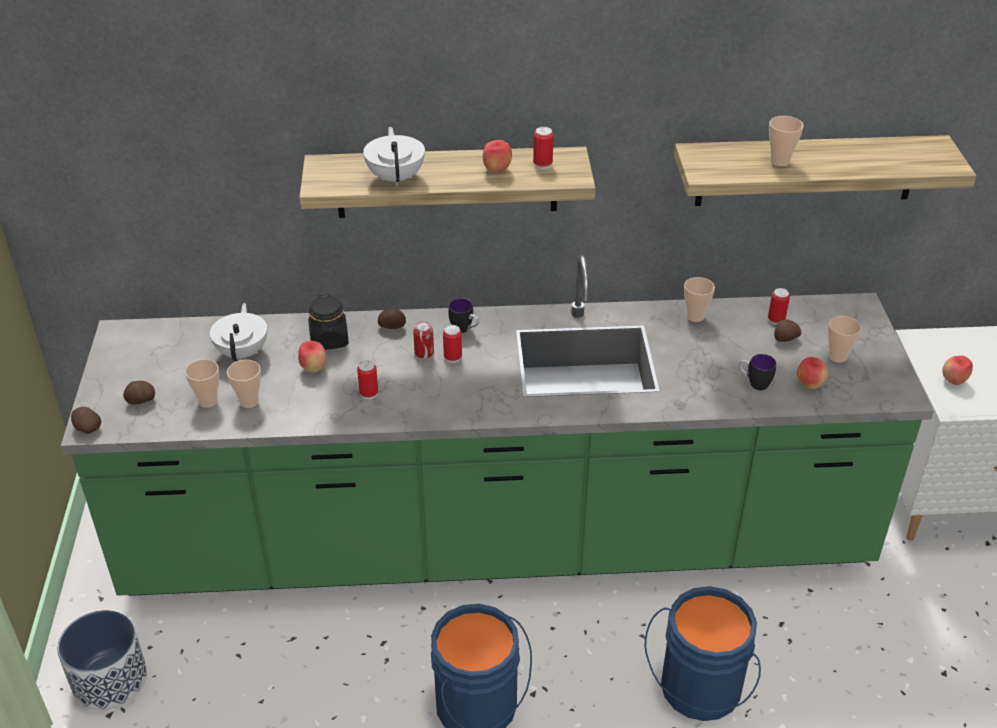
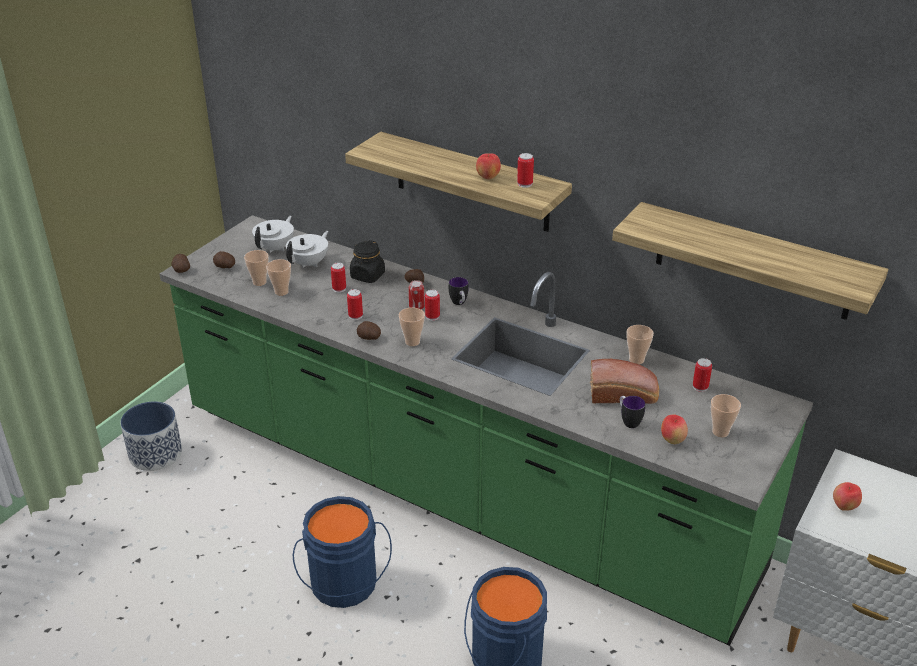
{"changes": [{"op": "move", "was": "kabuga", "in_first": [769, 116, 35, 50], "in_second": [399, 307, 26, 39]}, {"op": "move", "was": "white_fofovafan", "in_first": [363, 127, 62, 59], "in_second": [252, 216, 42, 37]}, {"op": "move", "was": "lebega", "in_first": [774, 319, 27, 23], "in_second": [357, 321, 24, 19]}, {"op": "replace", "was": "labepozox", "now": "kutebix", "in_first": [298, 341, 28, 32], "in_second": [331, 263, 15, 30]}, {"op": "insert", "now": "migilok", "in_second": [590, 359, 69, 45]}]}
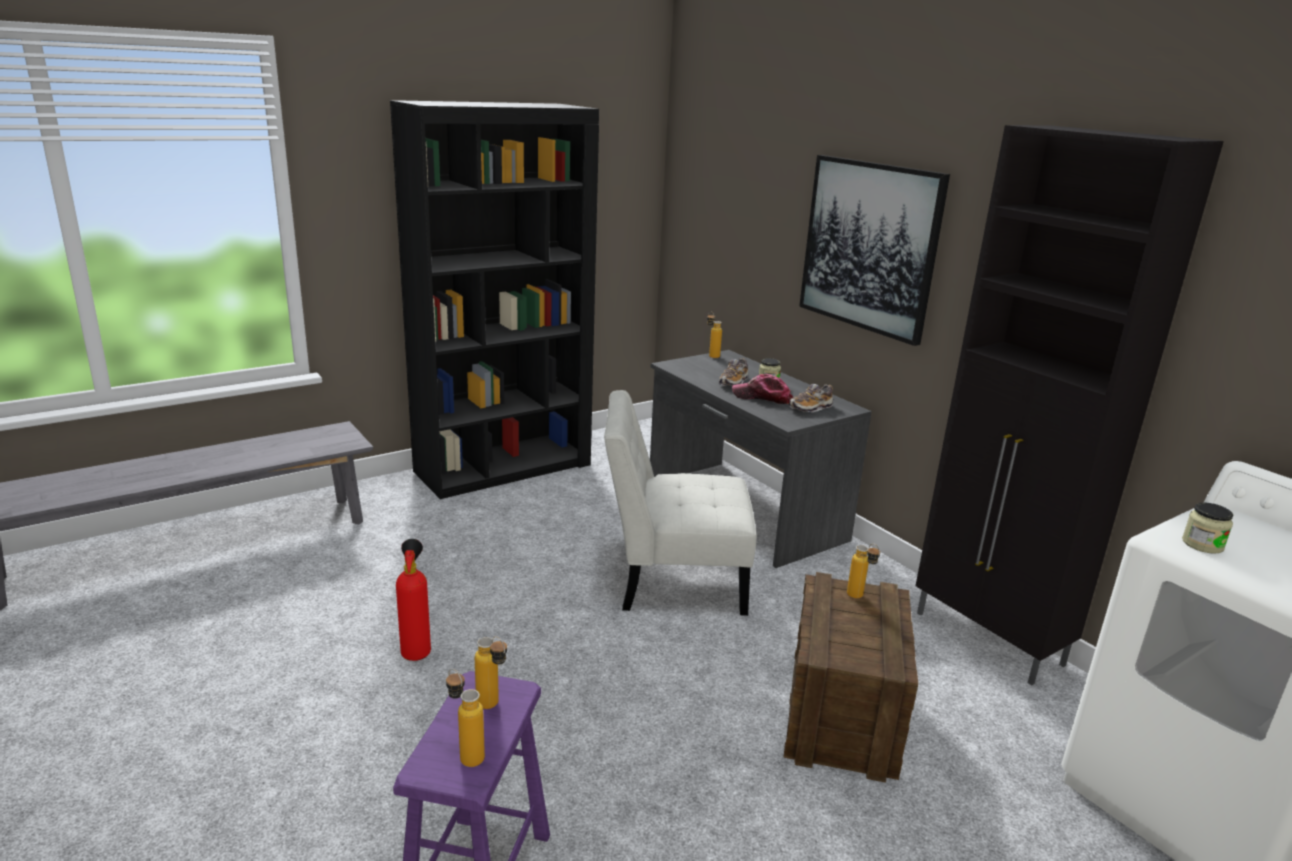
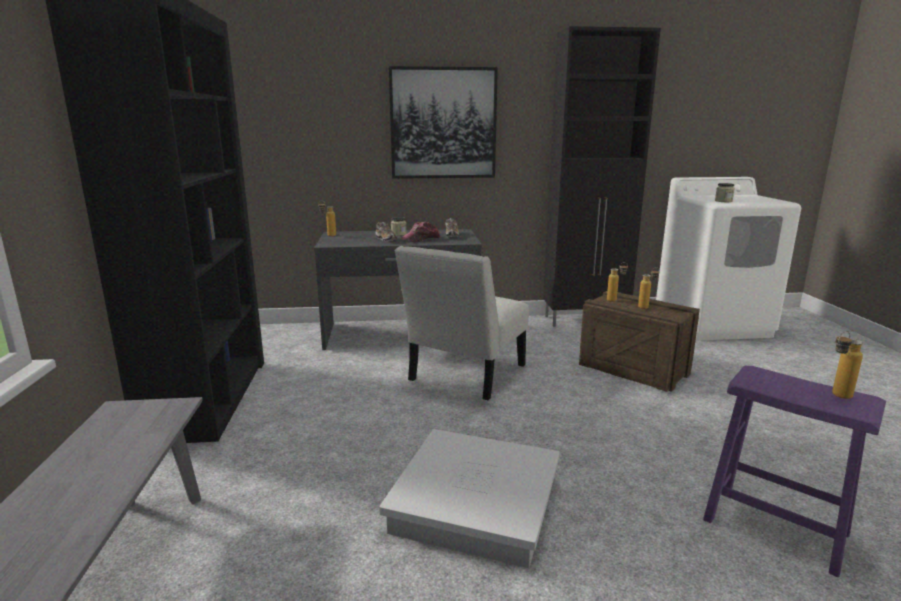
{"changes": [{"op": "replace", "was": "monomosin", "now": "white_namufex", "in_first": [396, 539, 35, 122], "in_second": [379, 429, 180, 139]}, {"op": "move", "was": "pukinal", "in_first": [475, 636, 32, 73], "in_second": [638, 267, 21, 42]}]}
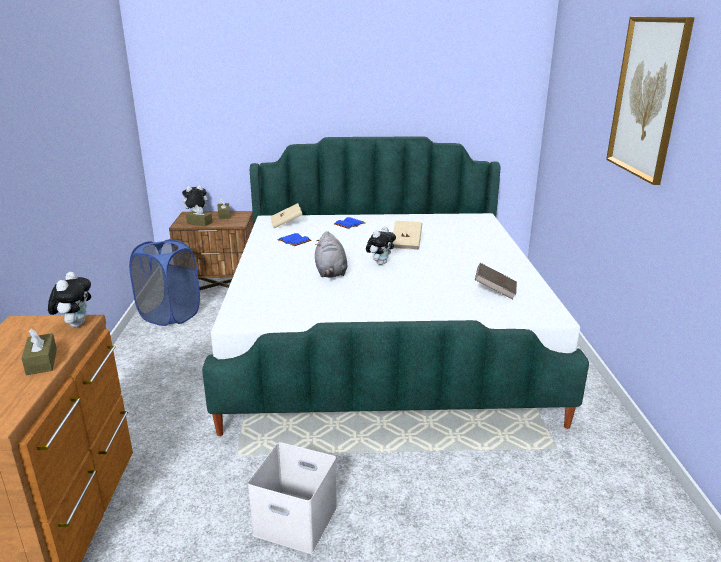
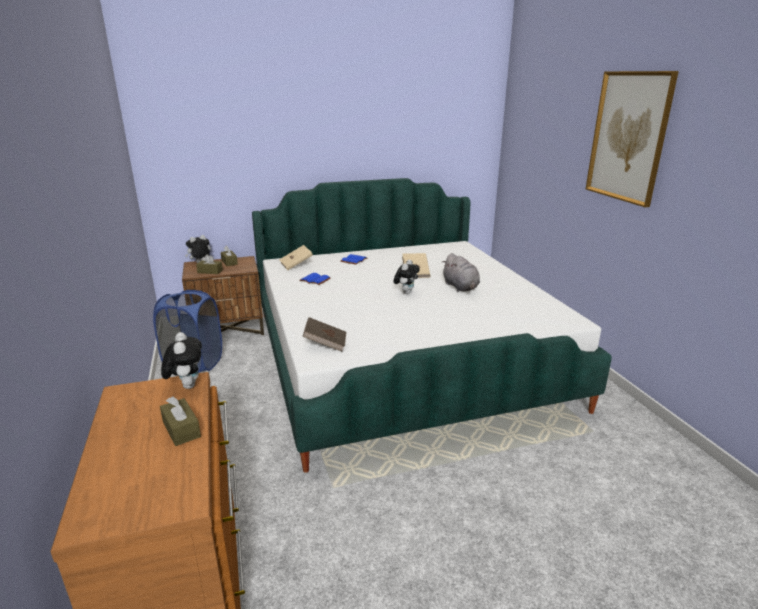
{"changes": [{"op": "move", "was": "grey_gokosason", "in_first": [315, 231, 33, 46], "in_second": [442, 253, 38, 39]}, {"op": "move", "was": "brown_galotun", "in_first": [475, 263, 42, 37], "in_second": [303, 317, 43, 35]}, {"op": "delete", "was": "white_namufex", "in_first": [248, 442, 89, 112]}]}
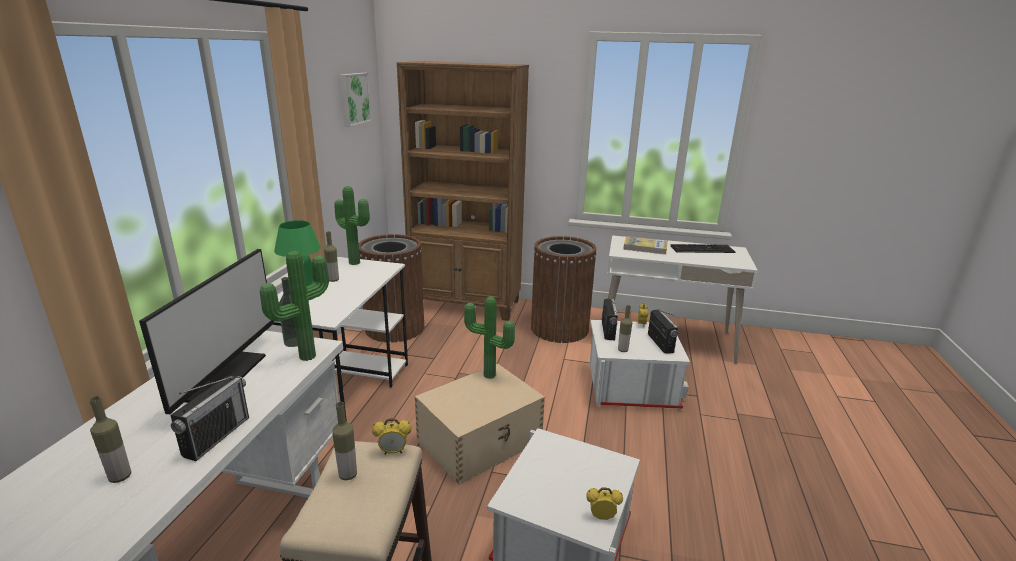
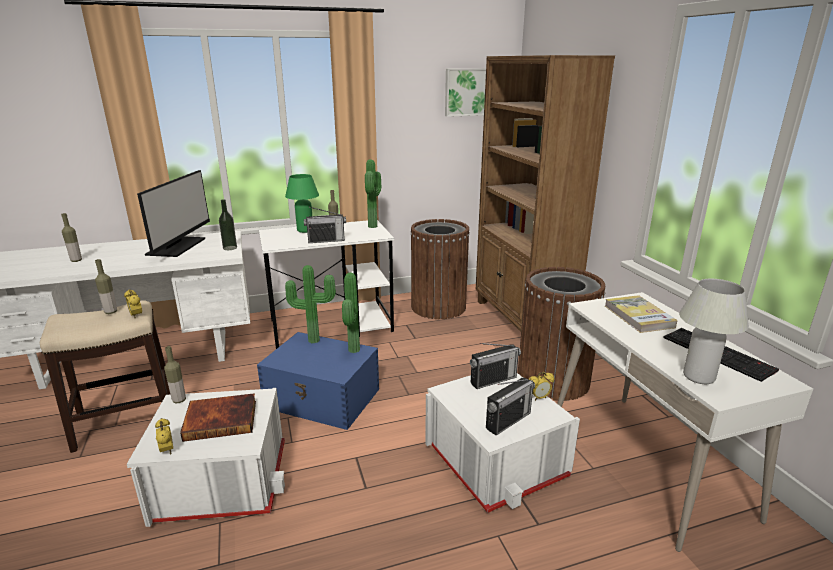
{"changes": [{"op": "rotate", "was": "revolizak", "in_first": [139, 249, 135, 165], "in_second": [137, 170, 73, 87], "clockwise": -60}, {"op": "move", "was": "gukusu", "in_first": [260, 251, 69, 110], "in_second": [285, 265, 51, 78]}, {"op": "move", "was": "pukinal", "in_first": [618, 305, 14, 47], "in_second": [164, 346, 22, 57]}, {"op": "recolor", "was": "beige_namufex", "now": "blue_namufex", "in_first": [415, 363, 130, 122], "in_second": [257, 332, 122, 98]}, {"op": "move", "was": "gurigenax", "in_first": [170, 375, 79, 86], "in_second": [304, 207, 42, 36]}, {"op": "insert", "now": "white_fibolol", "in_second": [679, 279, 70, 105]}, {"op": "insert", "now": "galotun", "in_second": [180, 393, 76, 49]}]}
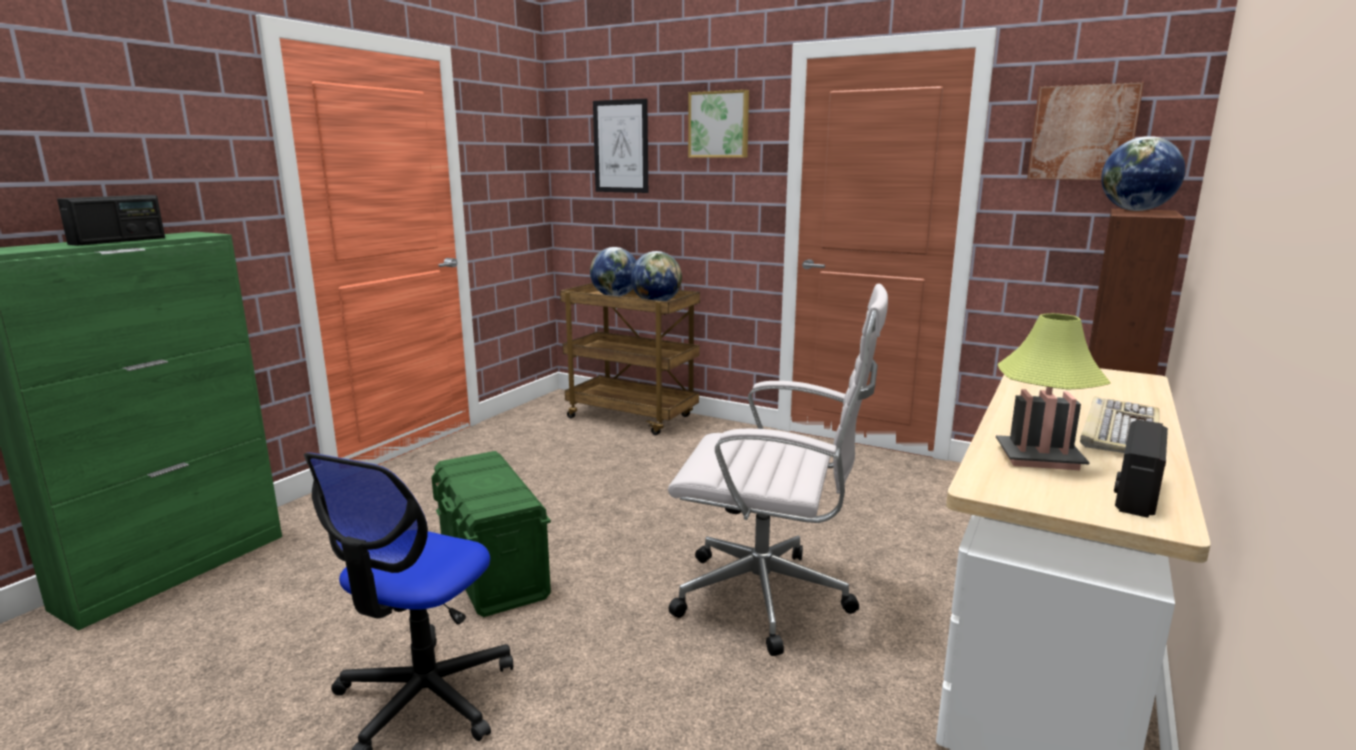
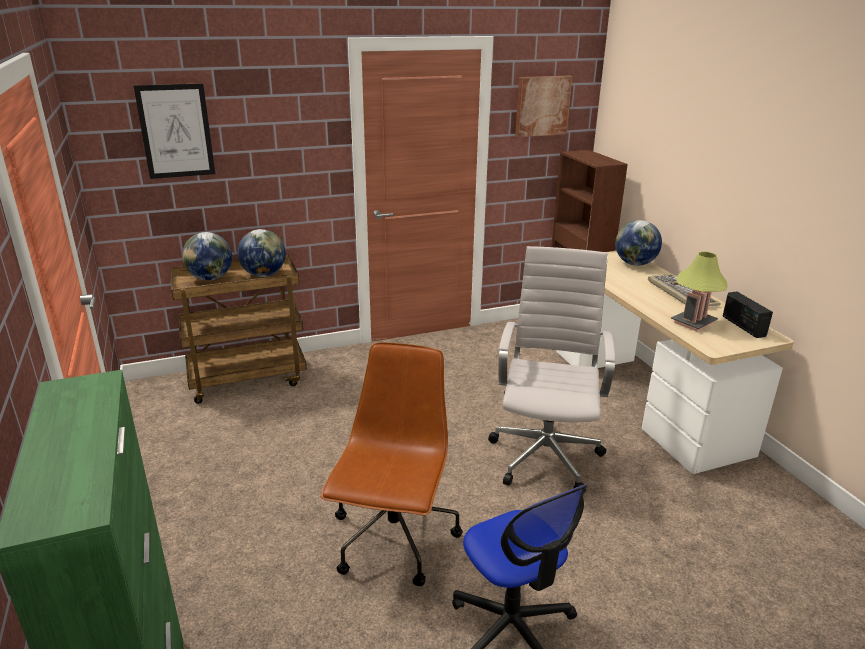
{"changes": [{"op": "delete", "was": "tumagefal", "in_first": [688, 90, 61, 68]}, {"op": "move", "was": "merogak", "in_first": [1101, 136, 84, 75], "in_second": [615, 220, 47, 46]}, {"op": "delete", "was": "gurigenax", "in_first": [57, 195, 108, 51]}, {"op": "rotate", "was": "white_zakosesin", "in_first": [668, 284, 220, 372], "in_second": [488, 246, 127, 247], "clockwise": -45}, {"op": "replace", "was": "green_namufex", "now": "brown_zakosesin", "in_first": [431, 451, 120, 166], "in_second": [320, 342, 143, 244]}]}
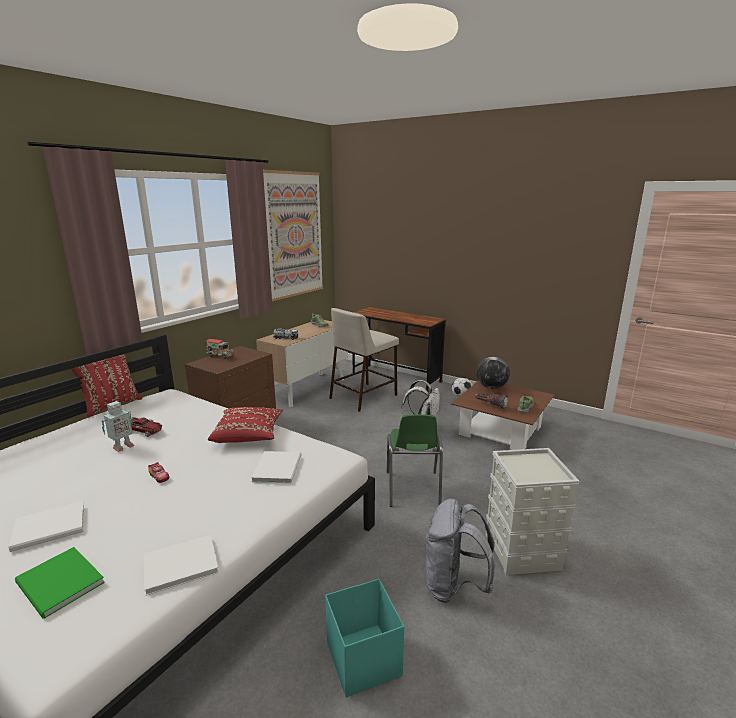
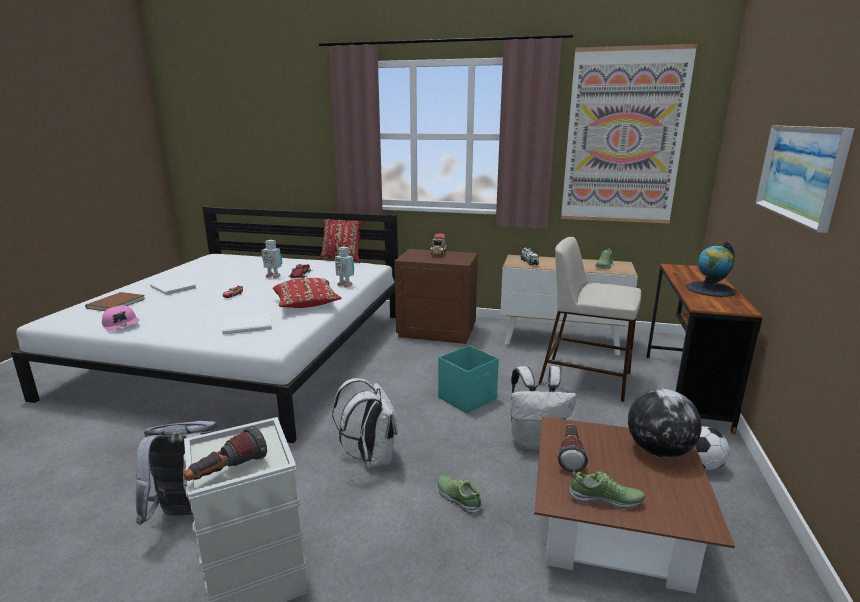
{"changes": [{"op": "replace", "was": "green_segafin", "now": "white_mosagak", "in_first": [387, 414, 56, 93], "in_second": [332, 378, 66, 90]}, {"op": "replace", "was": "white_galotun", "now": "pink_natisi", "in_first": [144, 535, 75, 61], "in_second": [102, 305, 37, 26]}, {"op": "recolor", "was": "green_galotun", "now": "brown_galotun", "in_first": [15, 547, 90, 72], "in_second": [85, 292, 60, 19]}, {"op": "move", "was": "turquoise_namufex", "in_first": [325, 579, 79, 118], "in_second": [438, 345, 61, 69]}, {"op": "insert", "now": "tumagefal", "in_second": [755, 126, 99, 107]}, {"op": "insert", "now": "merogak", "in_second": [686, 241, 50, 56]}, {"op": "insert", "now": "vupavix", "in_second": [335, 247, 19, 41]}, {"op": "insert", "now": "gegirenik", "in_second": [183, 426, 84, 55]}, {"op": "insert", "now": "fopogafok", "in_second": [437, 475, 46, 39]}]}
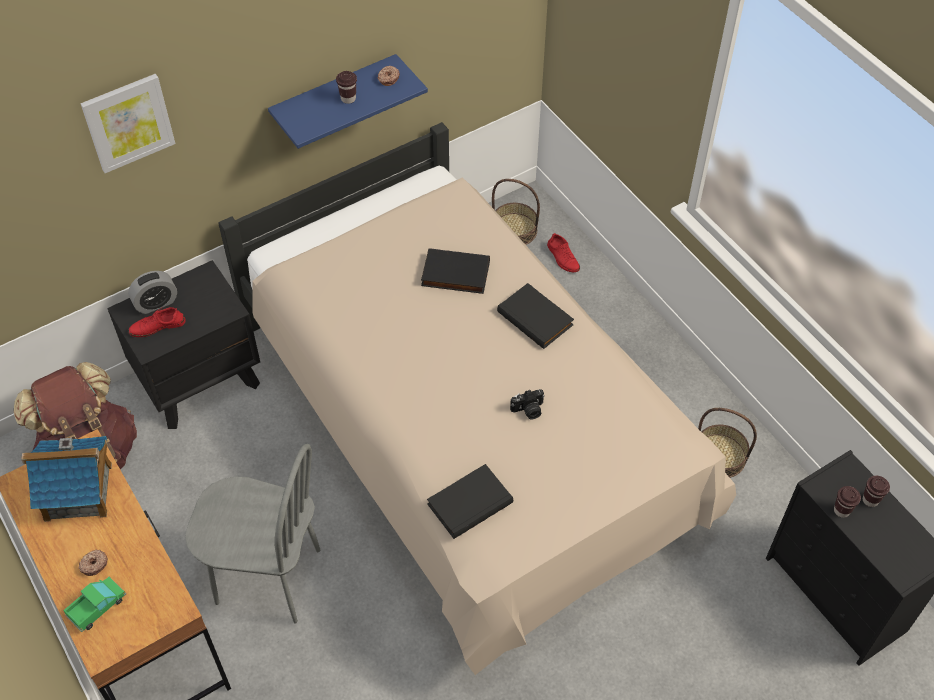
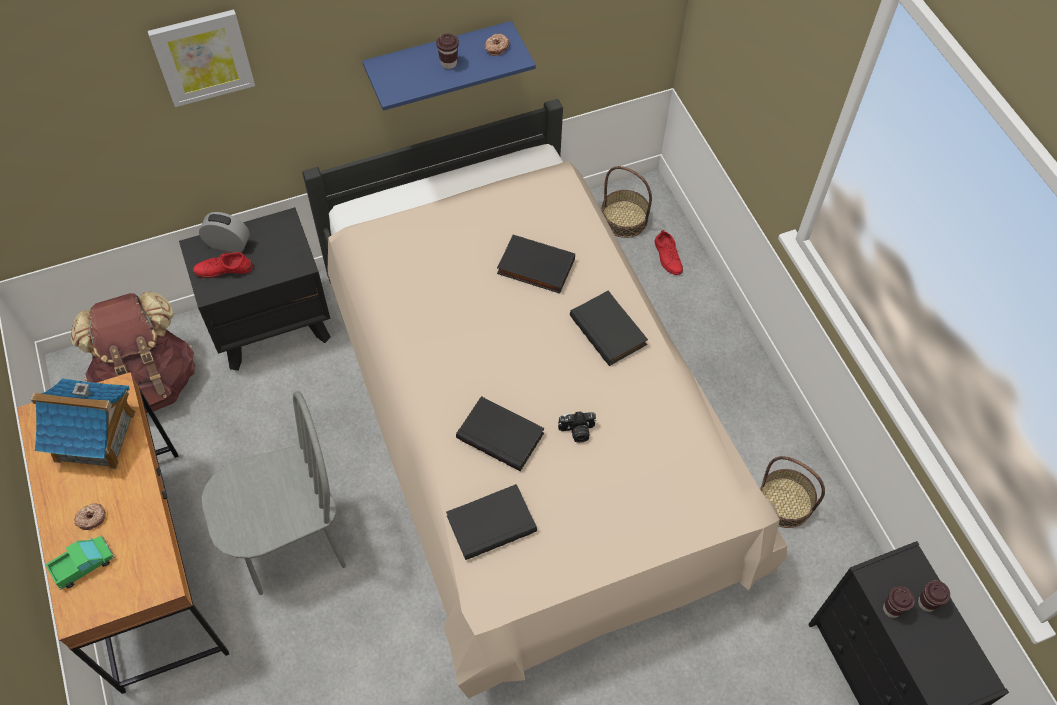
{"changes": [{"op": "rotate", "was": "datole", "in_first": [128, 271, 49, 43], "in_second": [199, 212, 51, 40], "clockwise": -150}, {"op": "rotate", "was": "grey_segafin", "in_first": [185, 444, 135, 180], "in_second": [201, 391, 145, 204], "clockwise": -45}, {"op": "insert", "now": "black_galotun", "in_second": [456, 396, 88, 75]}]}
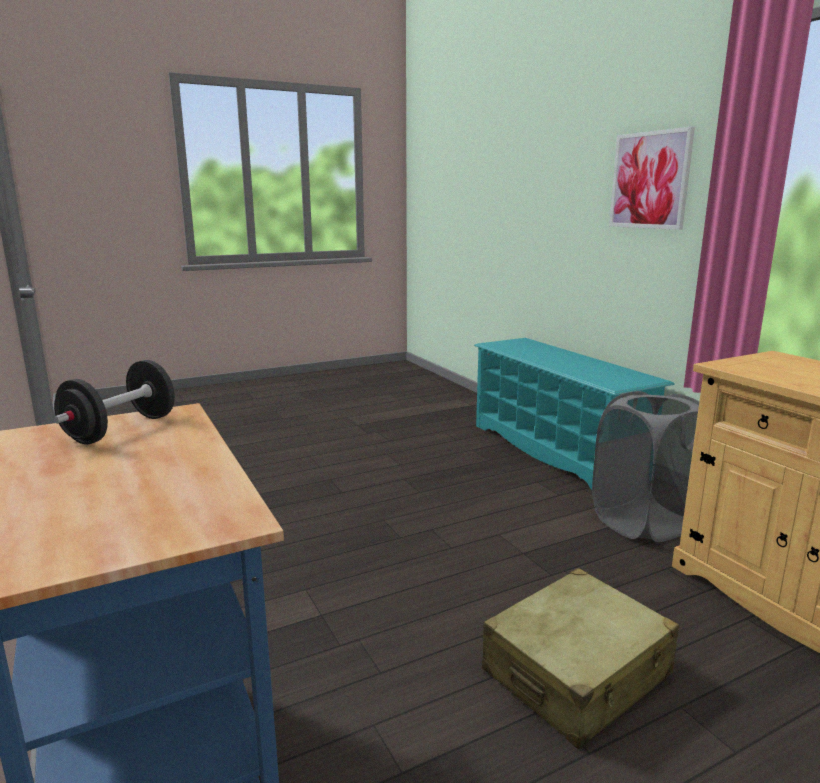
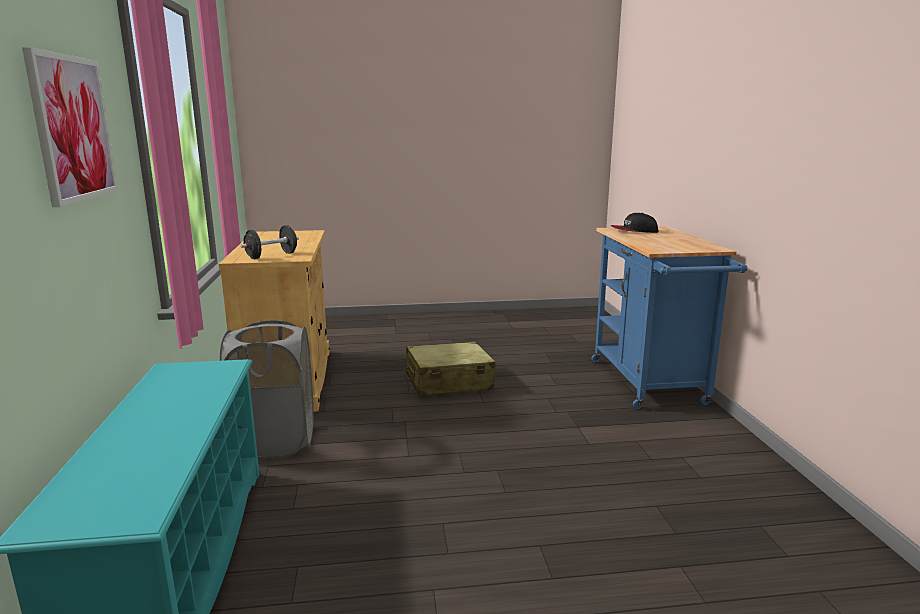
{"changes": [{"op": "move", "was": "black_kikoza", "in_first": [54, 360, 121, 85], "in_second": [241, 225, 58, 34]}, {"op": "insert", "now": "natisi", "in_second": [611, 213, 48, 20]}]}
